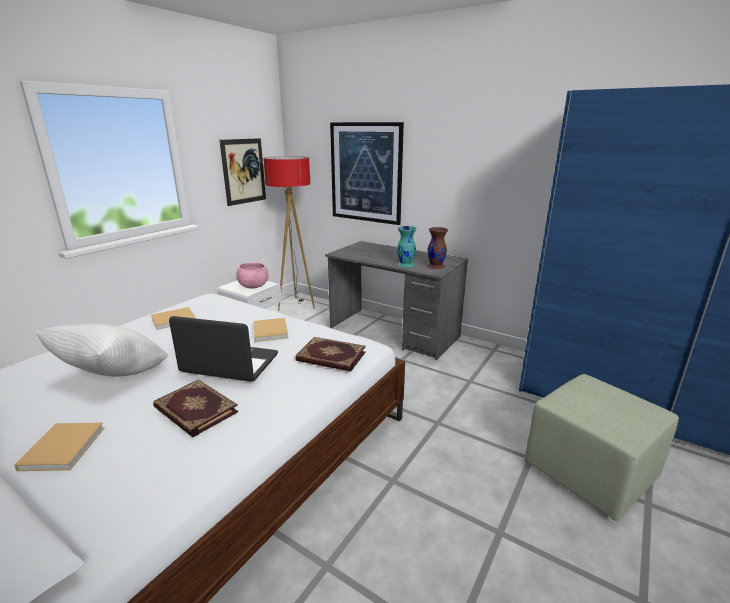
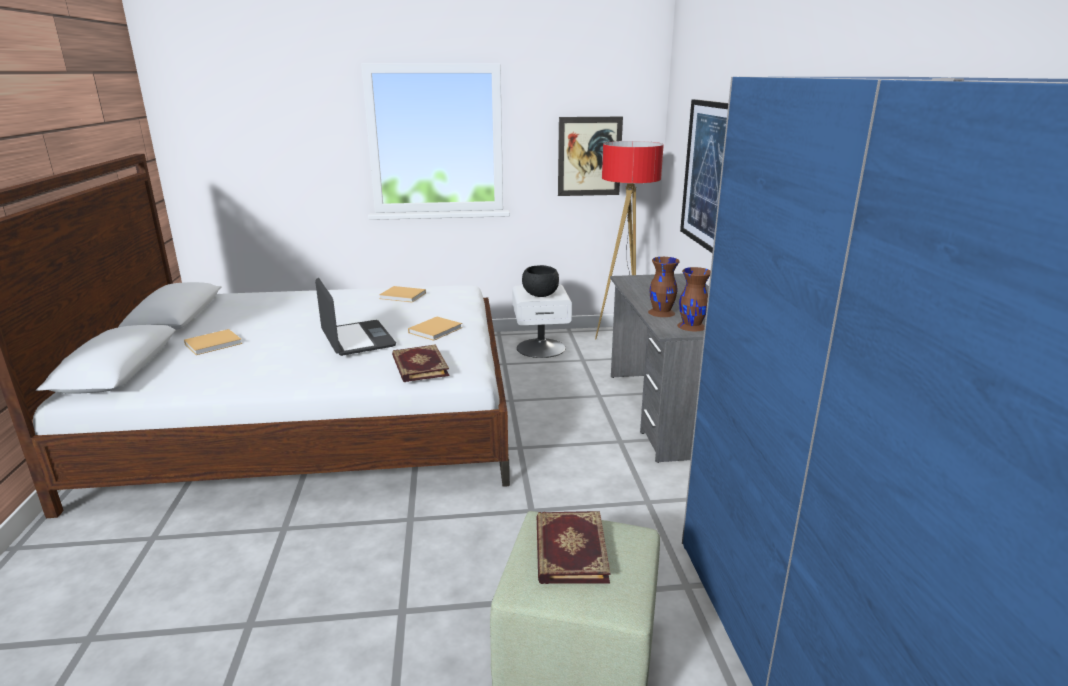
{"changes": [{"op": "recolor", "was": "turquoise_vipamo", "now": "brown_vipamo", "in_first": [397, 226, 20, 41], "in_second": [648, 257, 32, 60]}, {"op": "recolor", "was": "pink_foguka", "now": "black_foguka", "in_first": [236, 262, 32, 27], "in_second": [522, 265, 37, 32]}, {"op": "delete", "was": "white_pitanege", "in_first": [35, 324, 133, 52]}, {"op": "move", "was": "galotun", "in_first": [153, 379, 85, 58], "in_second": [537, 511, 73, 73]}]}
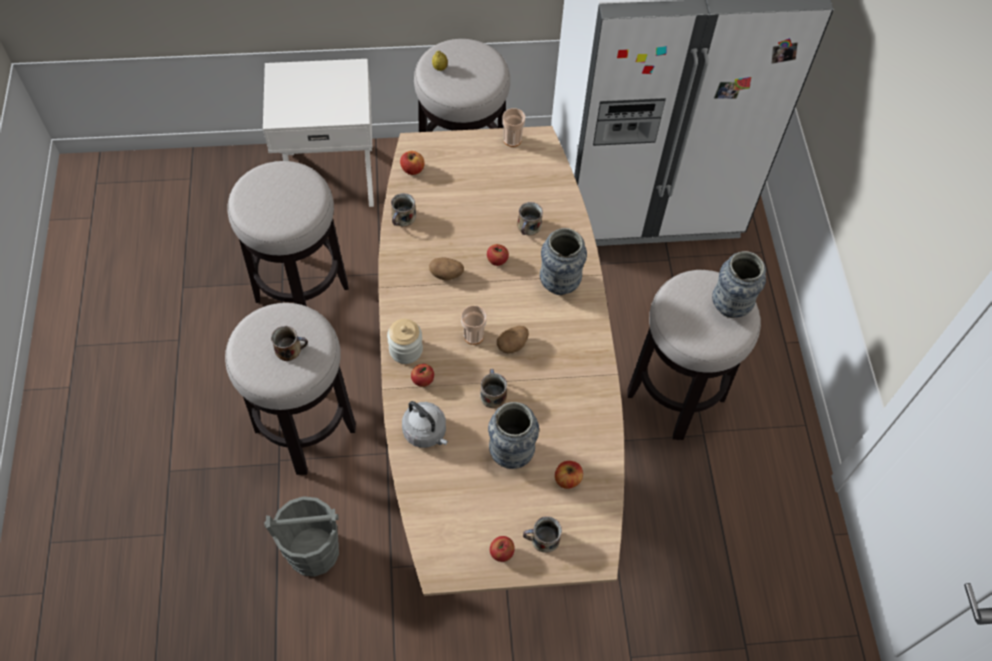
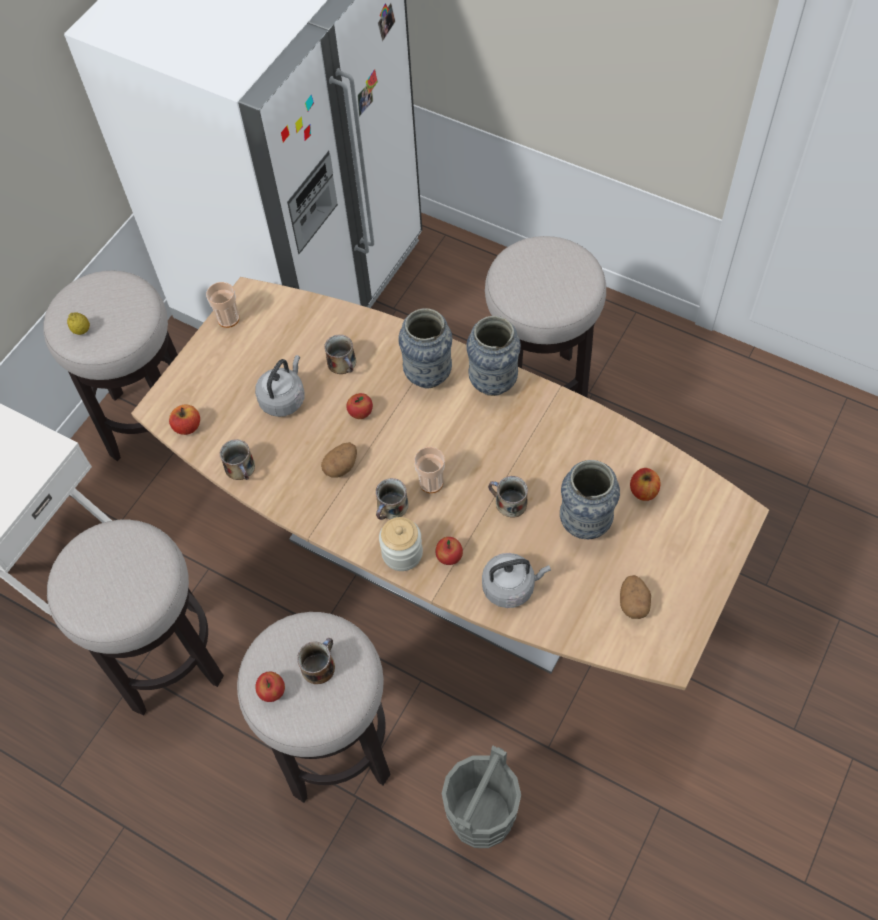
{"changes": [{"op": "move", "was": "vipamo", "in_first": [712, 251, 54, 67], "in_second": [466, 316, 55, 80]}, {"op": "move", "was": "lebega", "in_first": [497, 326, 32, 28], "in_second": [620, 575, 31, 44]}, {"op": "move", "was": "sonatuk", "in_first": [523, 516, 39, 37], "in_second": [376, 478, 33, 42]}, {"op": "move", "was": "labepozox", "in_first": [490, 536, 25, 26], "in_second": [255, 672, 30, 30]}, {"op": "insert", "now": "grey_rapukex", "in_second": [255, 355, 50, 62]}]}
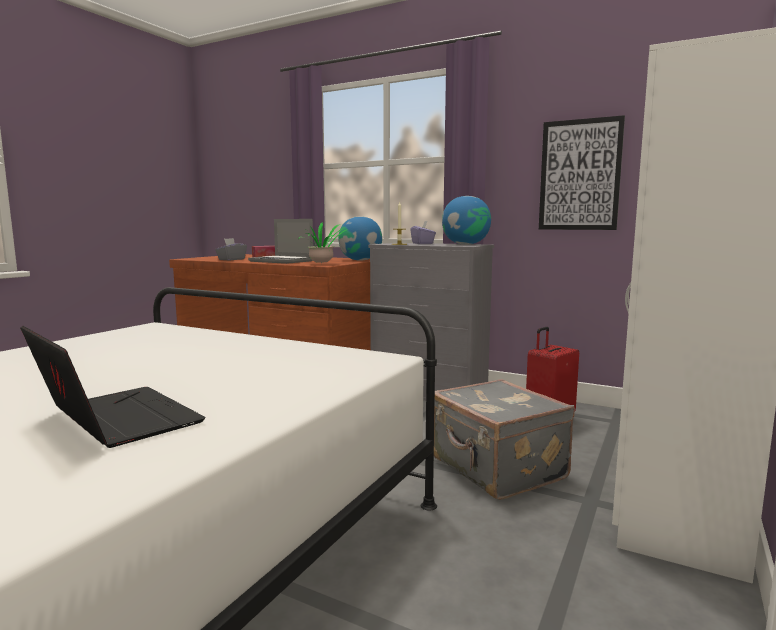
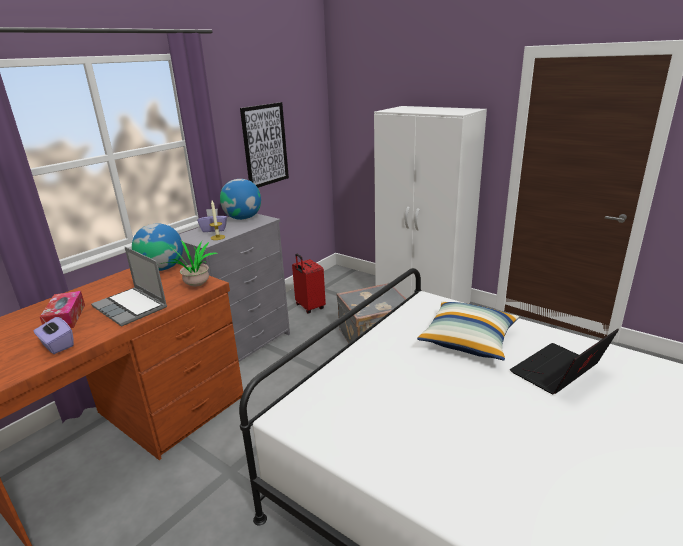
{"changes": [{"op": "rotate", "was": "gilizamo", "in_first": [248, 219, 65, 45], "in_second": [91, 247, 76, 79], "clockwise": 90}, {"op": "recolor", "was": "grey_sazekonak", "now": "purple_sazekonak", "in_first": [215, 238, 32, 22], "in_second": [34, 317, 40, 37]}, {"op": "insert", "now": "pitanege", "in_second": [417, 301, 102, 59]}]}
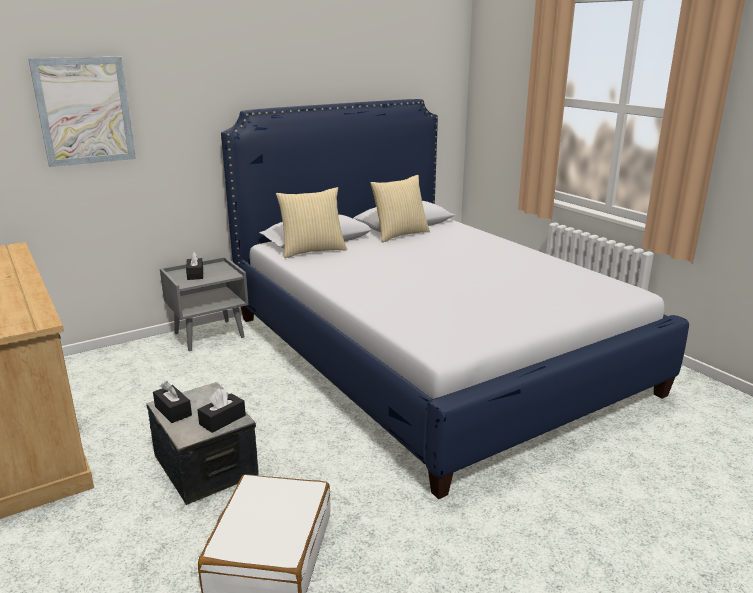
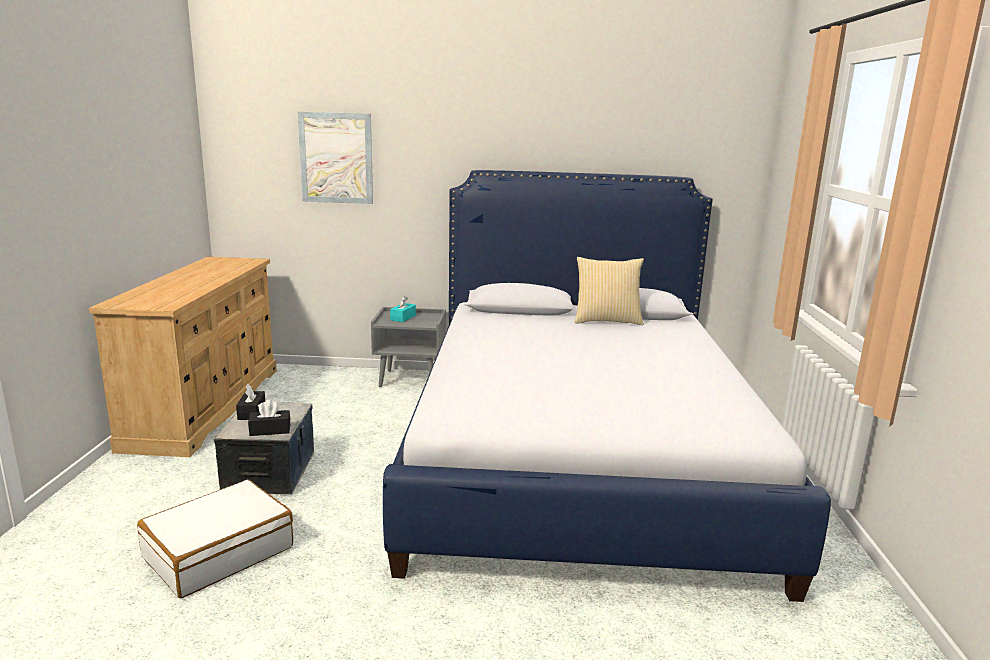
{"changes": [{"op": "delete", "was": "pitanege", "in_first": [276, 187, 71, 71]}, {"op": "recolor", "was": "black_sazekonak", "now": "turquoise_sazekonak", "in_first": [186, 252, 17, 28], "in_second": [390, 296, 26, 26]}]}
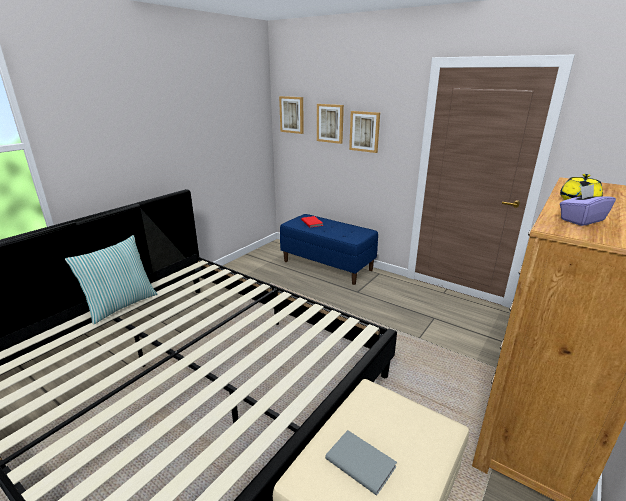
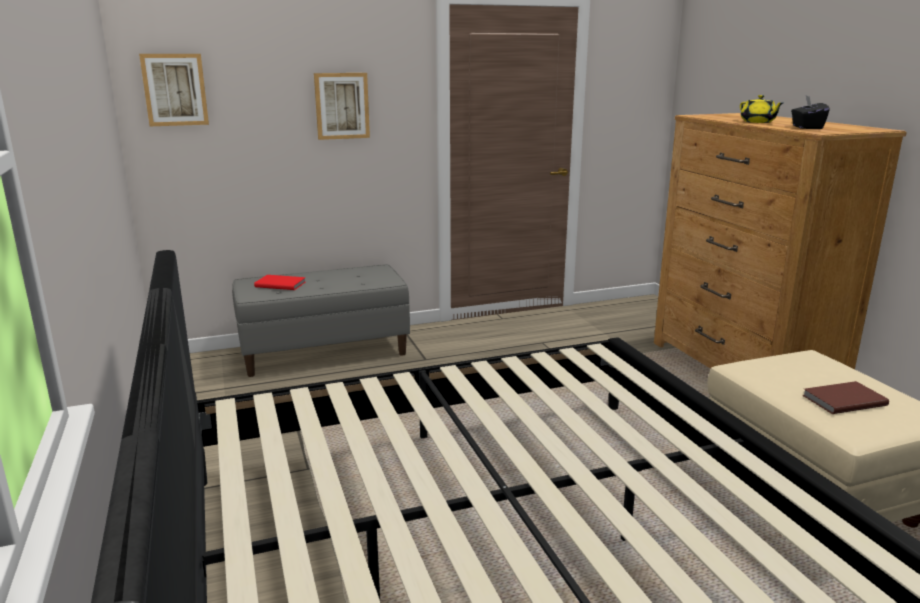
{"changes": [{"op": "delete", "was": "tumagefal", "in_first": [317, 104, 27, 40]}, {"op": "recolor", "was": "purple_sazekonak", "now": "black_sazekonak", "in_first": [560, 184, 56, 42], "in_second": [791, 96, 39, 33]}, {"op": "recolor", "was": "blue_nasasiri", "now": "grey_nasasiri", "in_first": [280, 214, 98, 71], "in_second": [232, 264, 178, 113]}, {"op": "delete", "was": "pitanege", "in_first": [65, 235, 93, 90]}, {"op": "recolor", "was": "grey_galotun", "now": "brown_galotun", "in_first": [325, 430, 72, 66], "in_second": [802, 381, 87, 33]}]}
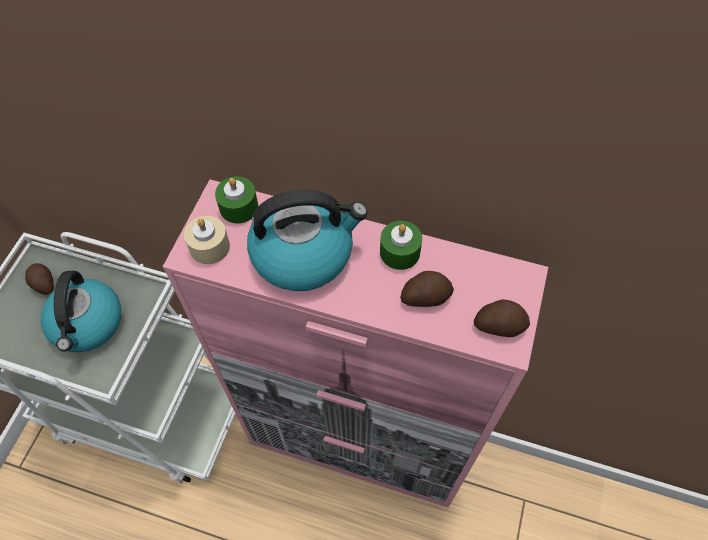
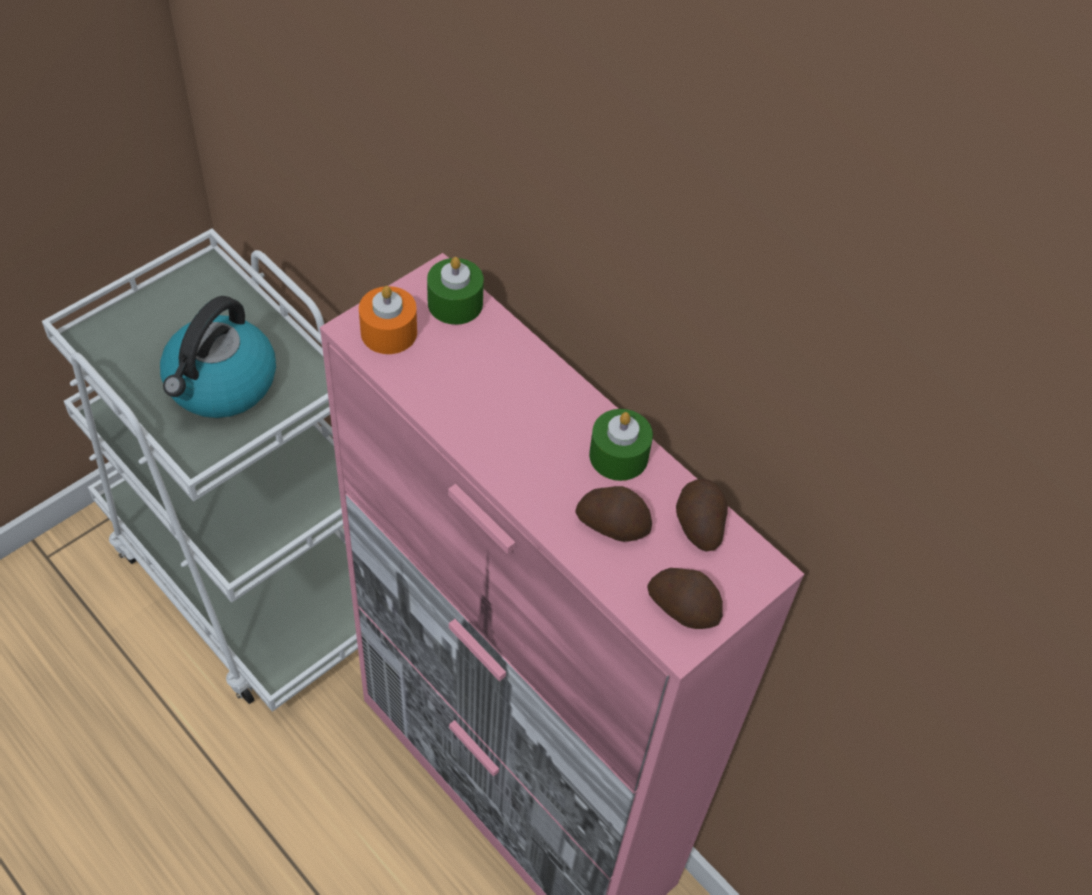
{"changes": [{"op": "delete", "was": "rapukex", "in_first": [247, 190, 121, 101]}, {"op": "recolor", "was": "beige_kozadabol", "now": "orange_kozadabol", "in_first": [184, 216, 46, 48], "in_second": [359, 286, 58, 68]}, {"op": "move", "was": "lebega", "in_first": [25, 263, 29, 32], "in_second": [676, 479, 52, 72]}]}
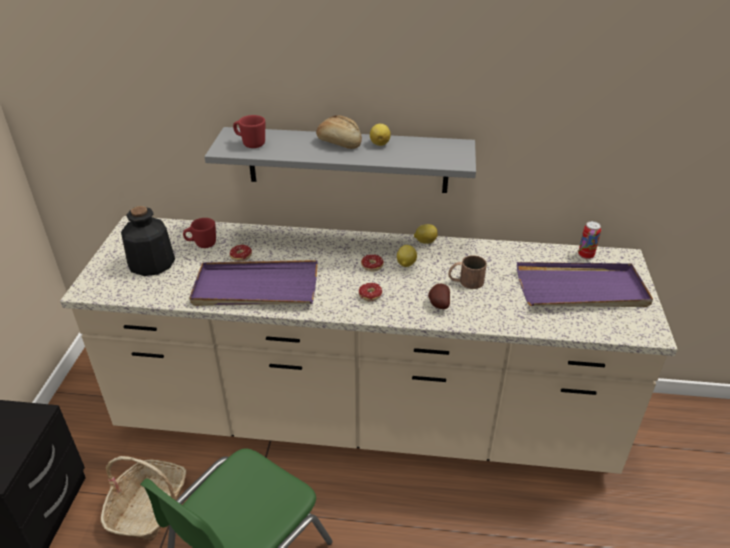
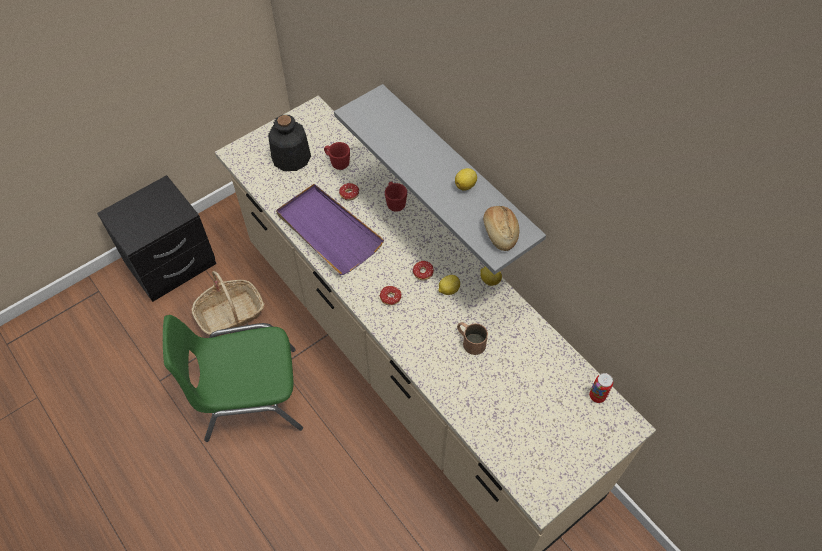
{"changes": [{"op": "move", "was": "red_sonatuk", "in_first": [233, 115, 32, 33], "in_second": [385, 182, 22, 30]}, {"op": "move", "was": "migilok", "in_first": [316, 115, 46, 34], "in_second": [483, 206, 36, 45]}, {"op": "delete", "was": "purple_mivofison", "in_first": [517, 262, 136, 45]}, {"op": "delete", "was": "lebega", "in_first": [428, 283, 22, 26]}]}
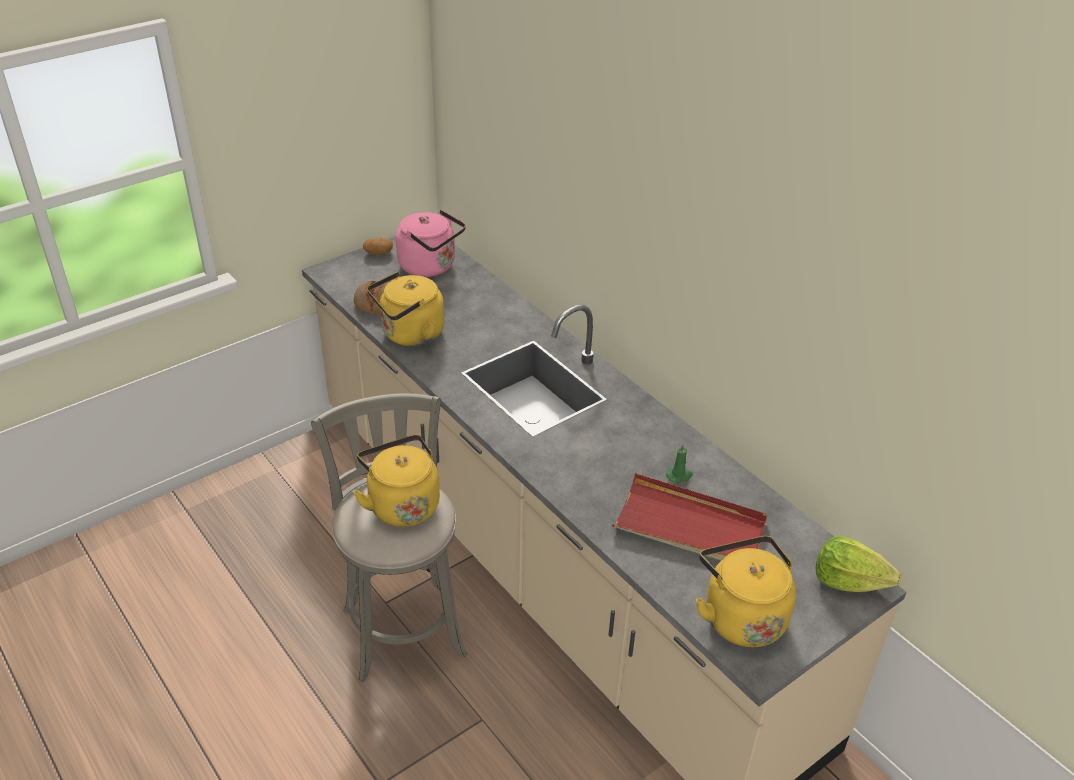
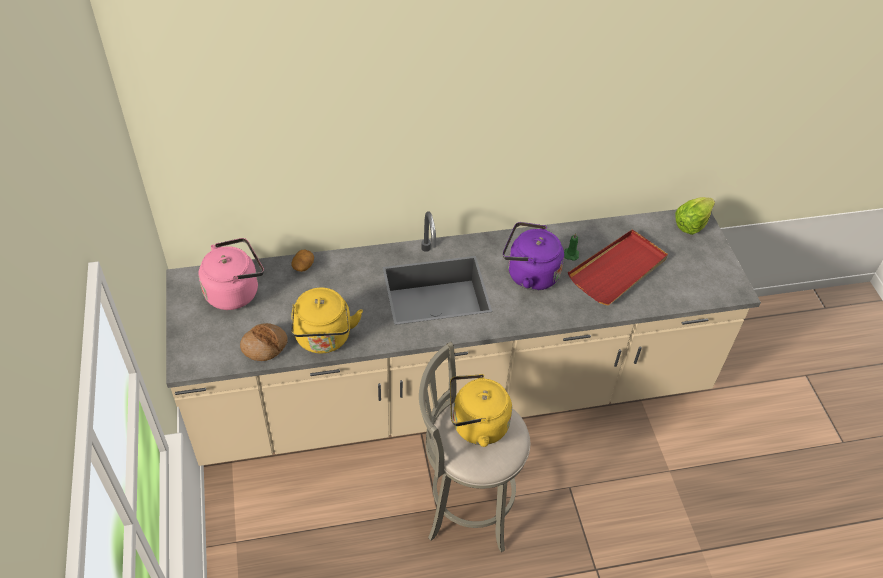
{"changes": [{"op": "move", "was": "lebega", "in_first": [363, 238, 30, 17], "in_second": [291, 250, 23, 22]}, {"op": "delete", "was": "yellow_rapukex", "in_first": [696, 536, 100, 111]}, {"op": "insert", "now": "purple_rapukex", "in_second": [503, 222, 61, 69]}]}
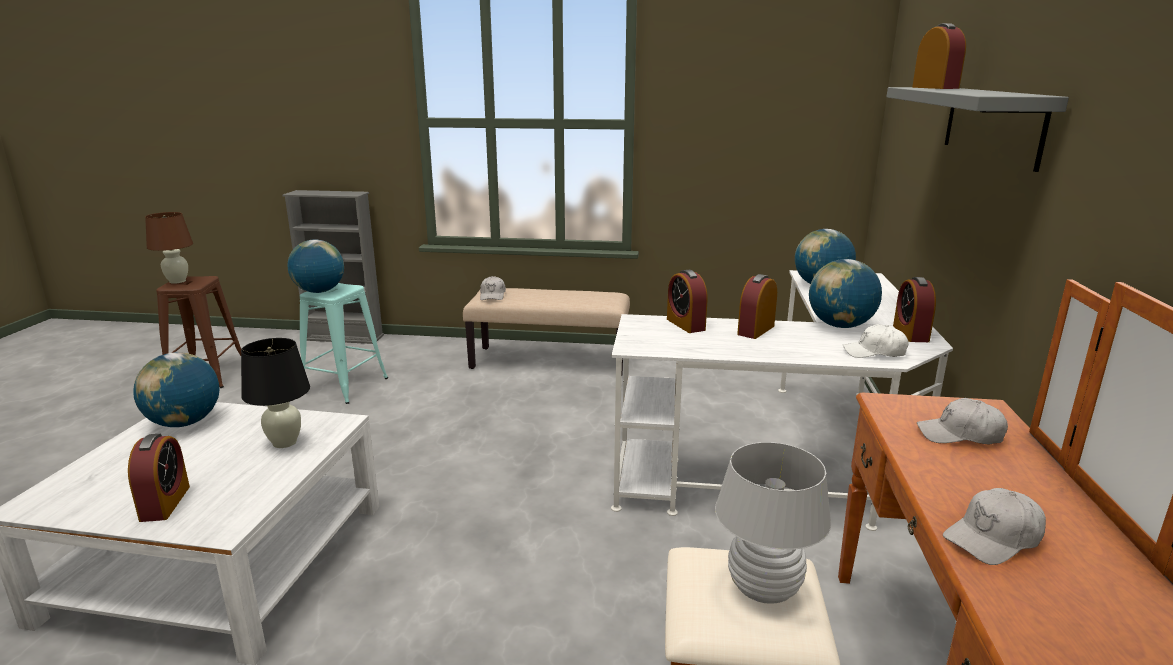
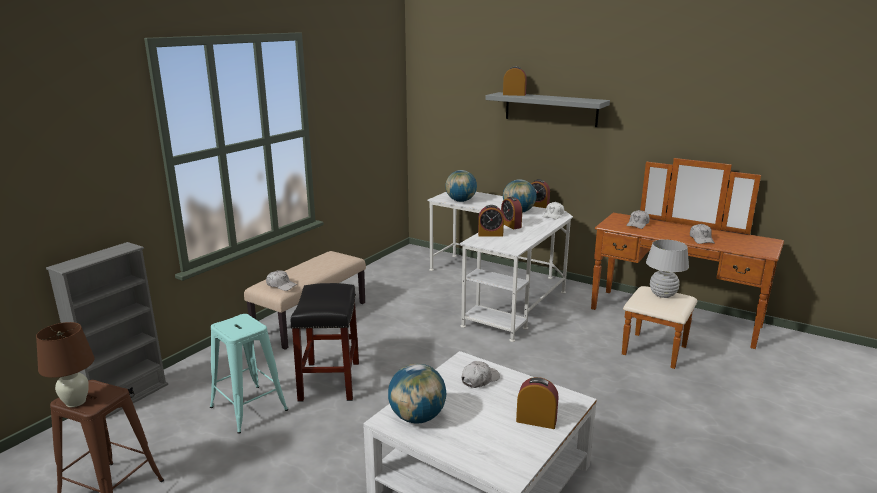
{"changes": [{"op": "delete", "was": "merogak", "in_first": [288, 239, 56, 54]}, {"op": "replace", "was": "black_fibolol", "now": "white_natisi", "in_first": [241, 338, 69, 110], "in_second": [462, 361, 38, 27]}, {"op": "insert", "now": "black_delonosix", "in_second": [291, 283, 68, 119]}]}
